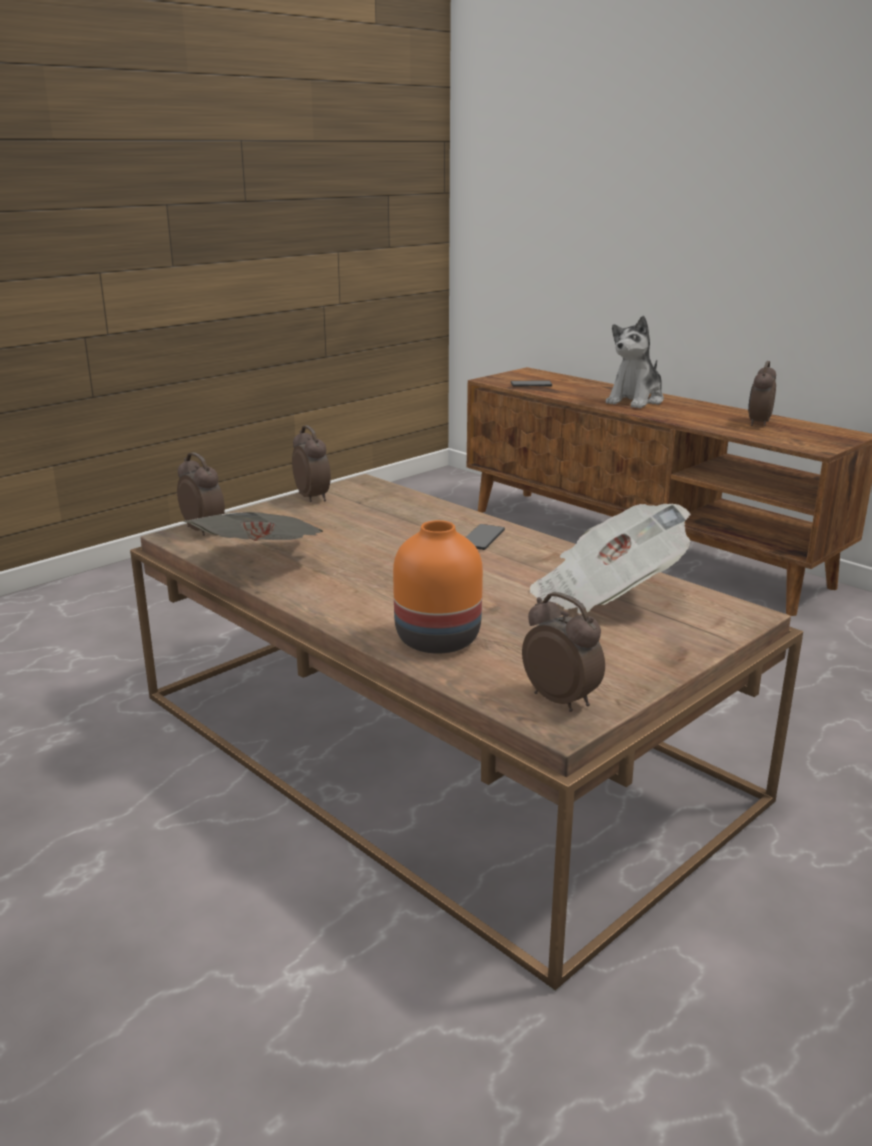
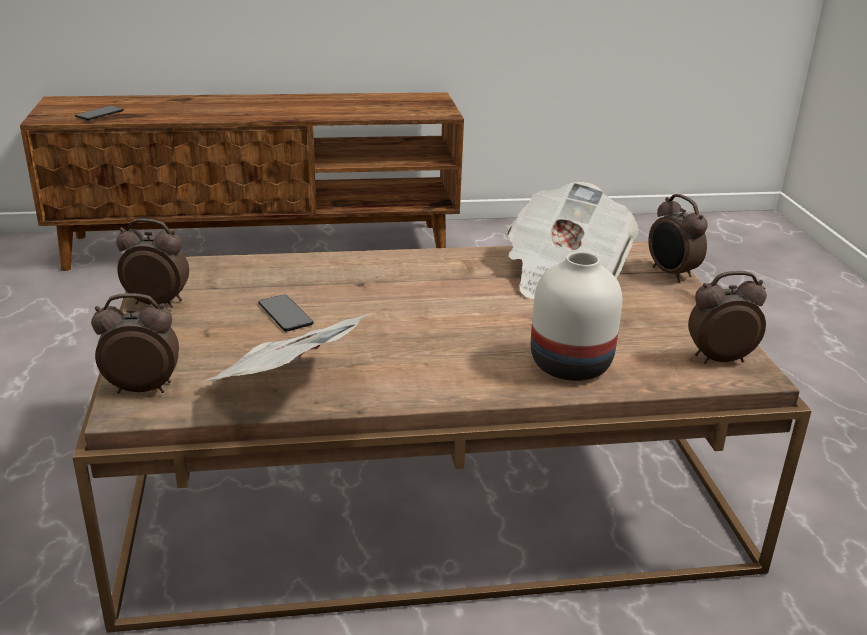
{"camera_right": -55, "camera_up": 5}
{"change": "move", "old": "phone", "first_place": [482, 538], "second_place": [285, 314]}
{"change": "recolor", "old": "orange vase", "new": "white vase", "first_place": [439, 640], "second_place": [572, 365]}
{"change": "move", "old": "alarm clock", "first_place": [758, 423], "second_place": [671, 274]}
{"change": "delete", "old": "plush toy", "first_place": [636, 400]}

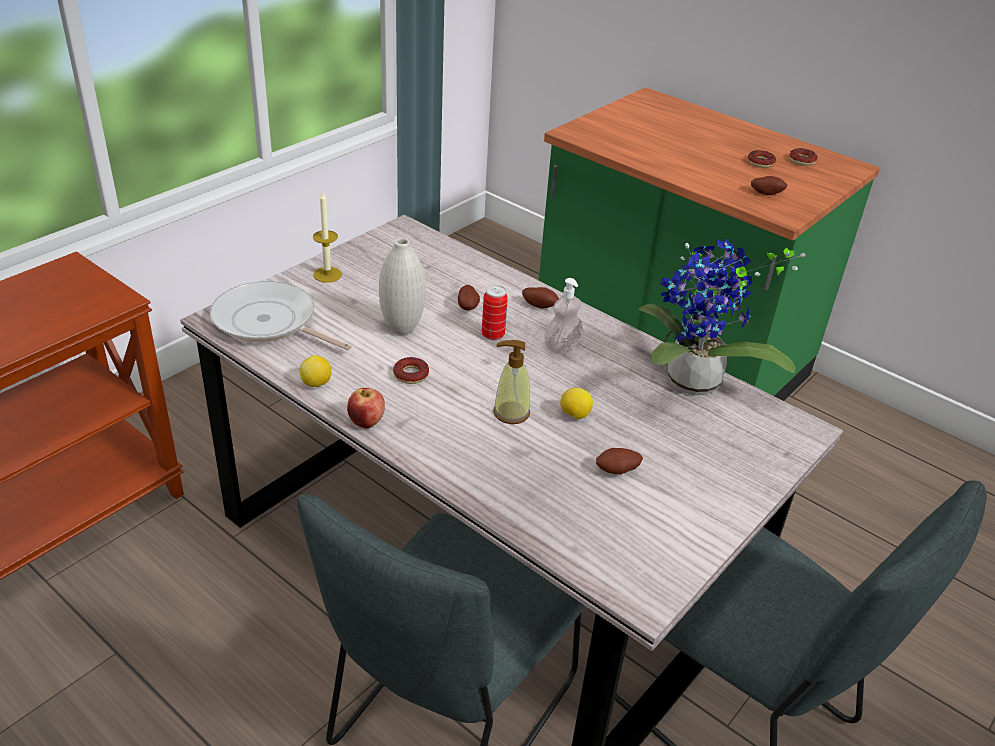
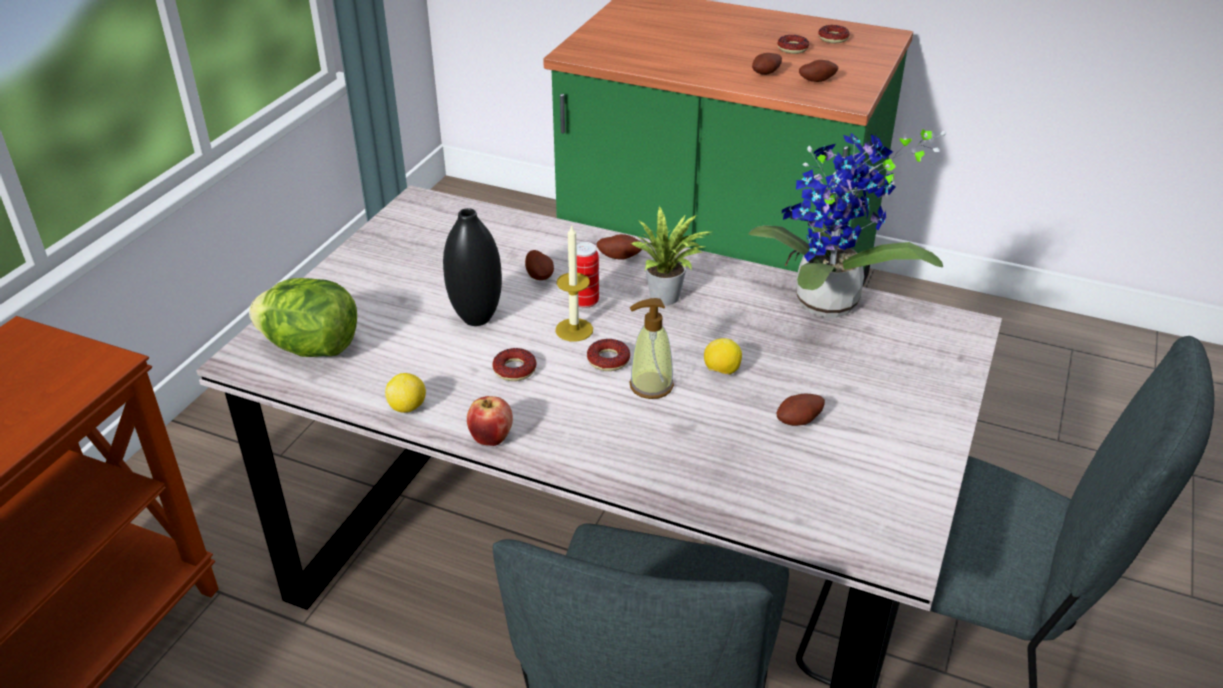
{"camera_right": -15, "camera_up": 0}
{"change": "replace", "old": "frying pan", "new": "lettuce", "first_place": [269, 322], "second_place": [312, 348]}
{"change": "recolor", "old": "white vase", "new": "black vase", "first_place": [402, 328], "second_place": [476, 318]}
{"change": "move", "old": "candle", "first_place": [327, 274], "second_place": [574, 330]}
{"change": "insert", "new": "donut", "second_place": [608, 360]}
{"change": "replace", "old": "soap dispenser", "new": "potted plant", "first_place": [562, 347], "second_place": [668, 298]}
{"change": "insert", "new": "potato", "second_place": [767, 74]}

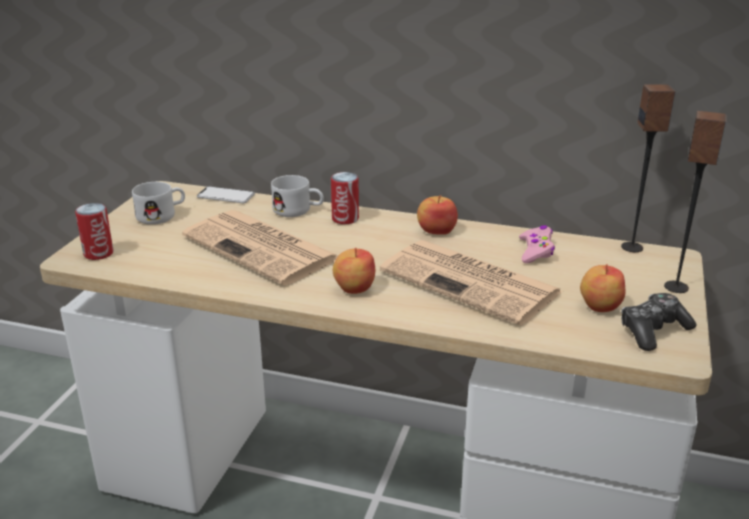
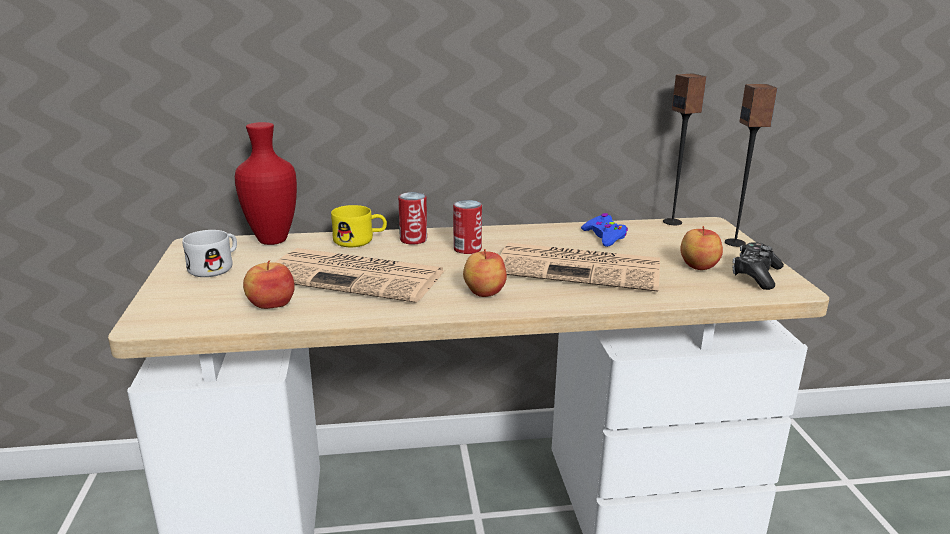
{"camera_right": -25, "camera_up": -5}
{"change": "replace", "old": "phone", "new": "red vase", "first_place": [226, 196], "second_place": [271, 240]}
{"change": "move", "old": "apple", "first_place": [436, 230], "second_place": [271, 304]}
{"change": "recolor", "old": "white mug", "new": "yellow mug", "first_place": [298, 211], "second_place": [360, 240]}
{"change": "move", "old": "can", "first_place": [98, 253], "second_place": [467, 249]}
{"change": "recolor", "old": "pink game controller", "new": "blue game controller", "first_place": [536, 251], "second_place": [604, 236]}

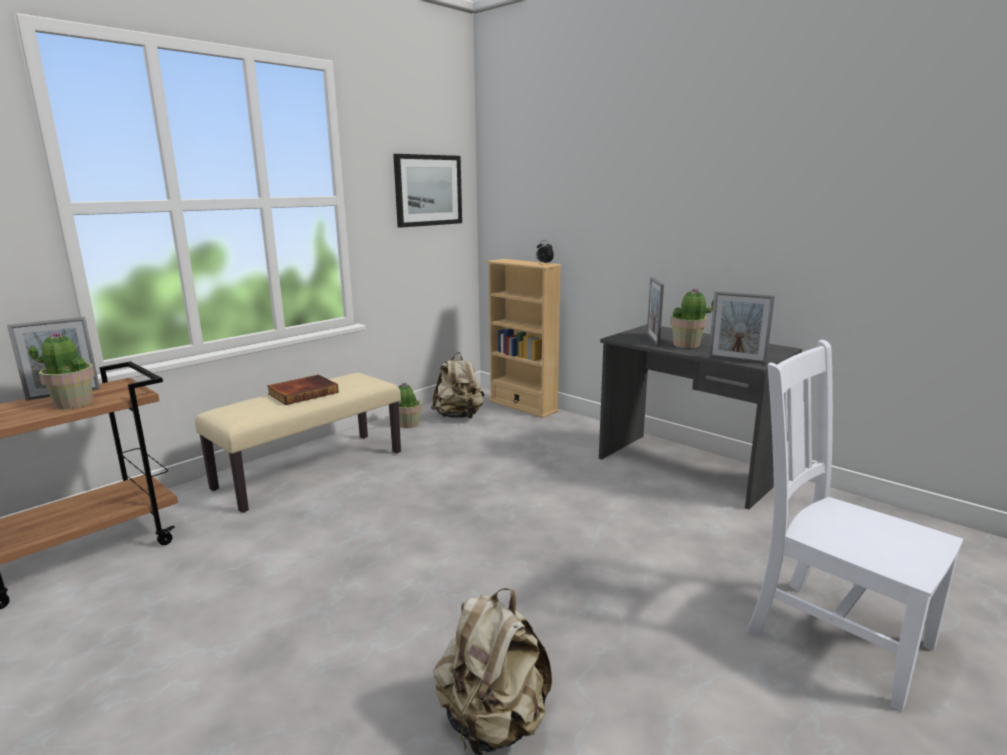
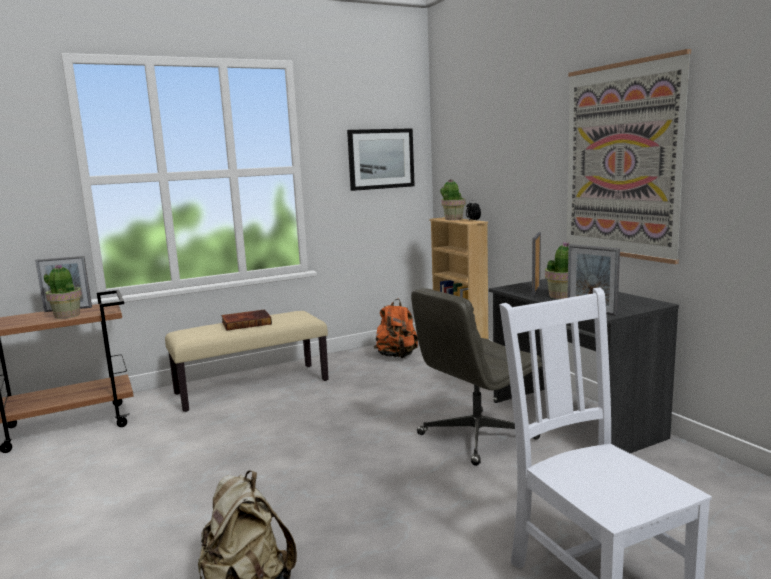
{"camera_right": 20, "camera_up": -5}
{"change": "recolor", "old": "beige backpack", "new": "orange backpack", "first_place": [459, 416], "second_place": [397, 356]}
{"change": "insert", "new": "grey office chair", "second_place": [476, 437]}
{"change": "move", "old": "potted plant", "first_place": [408, 424], "second_place": [453, 219]}
{"change": "insert", "new": "picture", "second_place": [621, 161]}

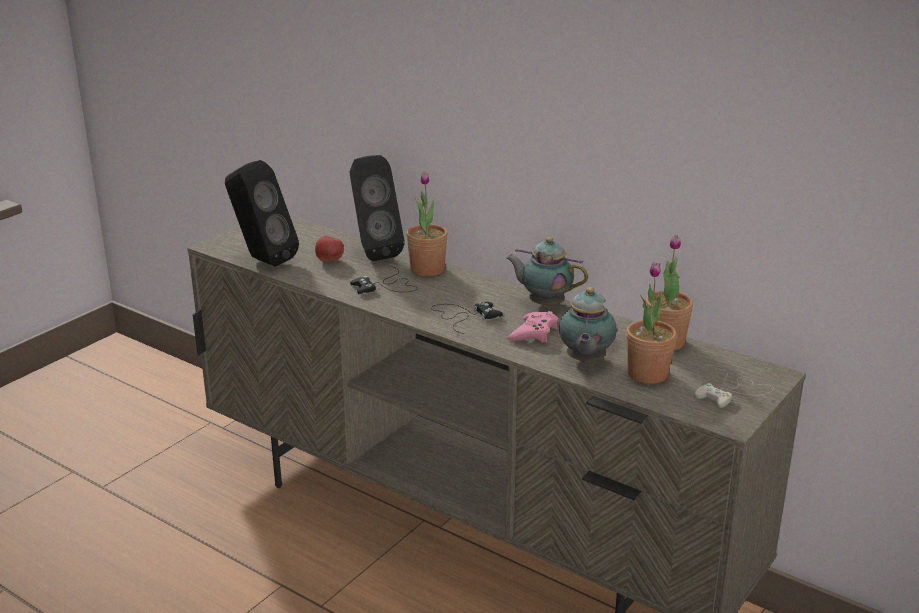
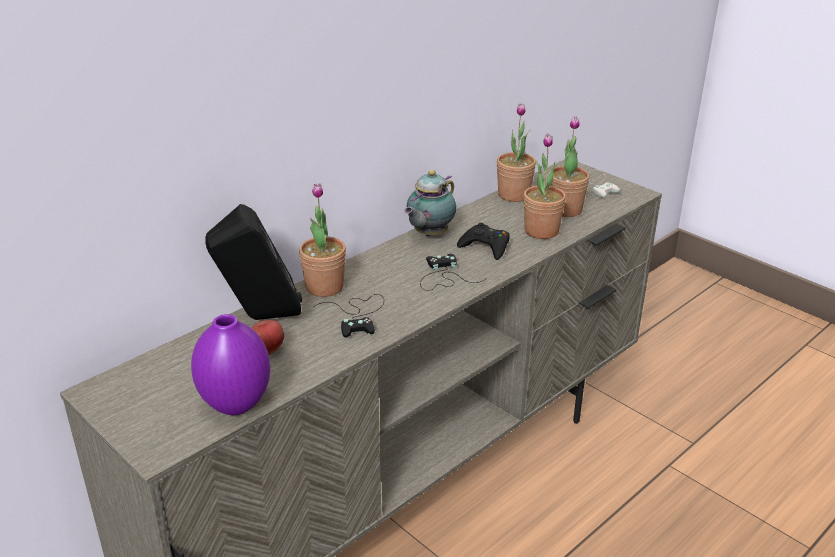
{"camera_right": -80, "camera_up": 5}
{"change": "replace", "old": "black speaker", "new": "purple vase", "first_place": [262, 260], "second_place": [234, 405]}
{"change": "recolor", "old": "pink game controller", "new": "black game controller", "first_place": [533, 333], "second_place": [486, 246]}
{"change": "replace", "old": "teapot", "new": "potted plant", "first_place": [585, 361], "second_place": [541, 231]}

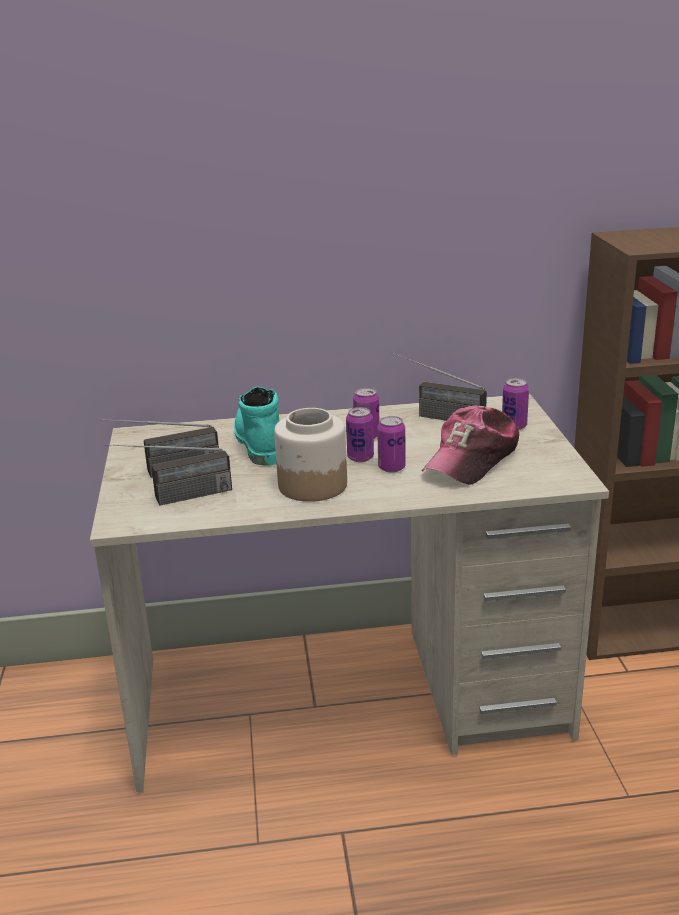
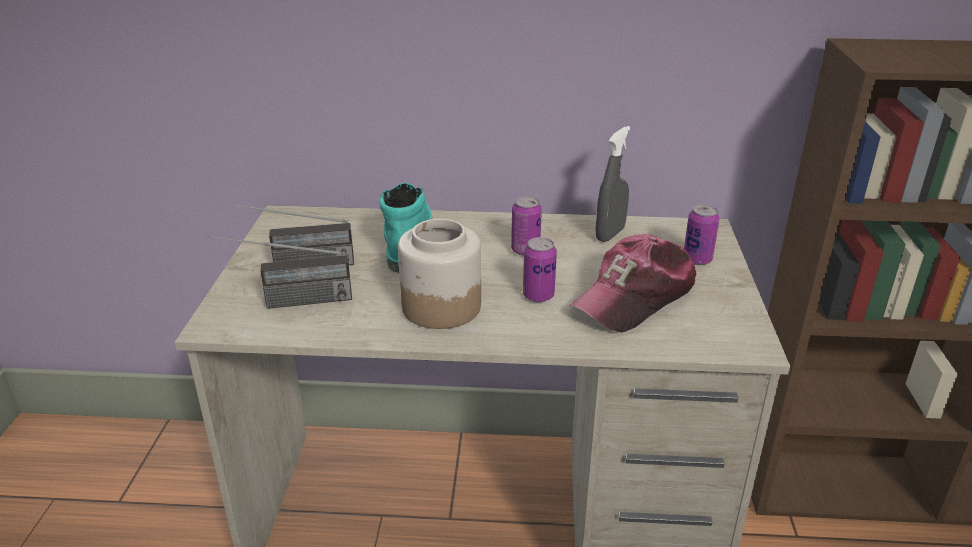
{"camera_right": 10, "camera_up": 5}
{"change": "replace", "old": "radio", "new": "grey spray bottle", "first_place": [434, 416], "second_place": [610, 234]}
{"change": "delete", "old": "can", "first_place": [360, 457]}

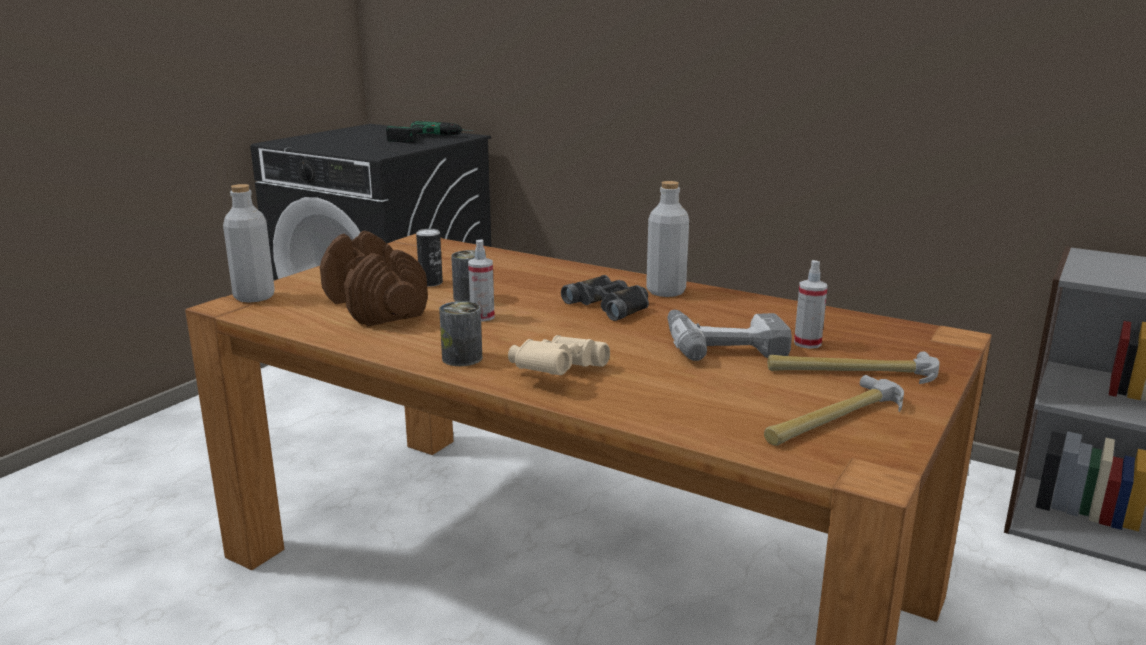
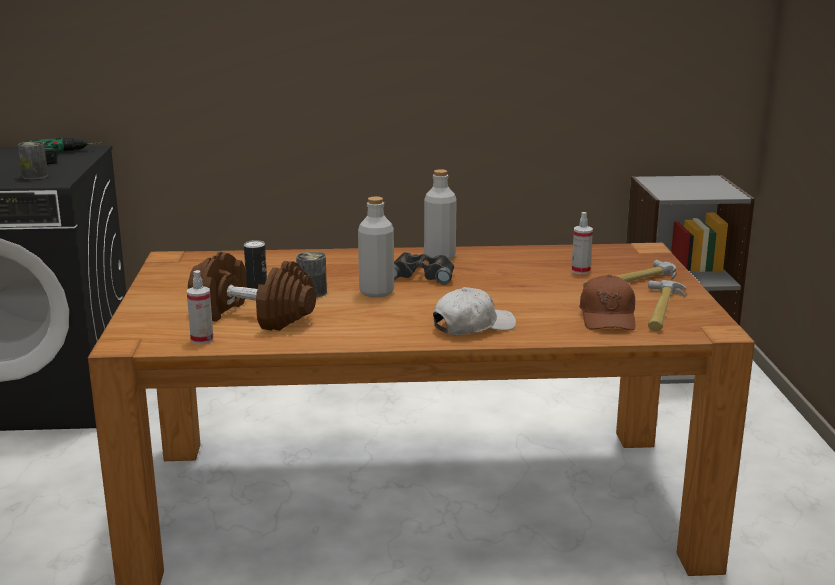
{"camera_right": -35, "camera_up": 0}
{"change": "move", "old": "can", "first_place": [462, 358], "second_place": [35, 176]}
{"change": "move", "old": "spray bottle", "first_place": [482, 317], "second_place": [202, 339]}
{"change": "move", "old": "grey bottle", "first_place": [254, 297], "second_place": [376, 292]}
{"change": "replace", "old": "beige binoculars", "new": "white cap", "first_place": [556, 373], "second_place": [473, 326]}
{"change": "insert", "new": "brown cap", "second_place": [608, 317]}
{"change": "delete", "old": "power drill", "first_place": [723, 343]}

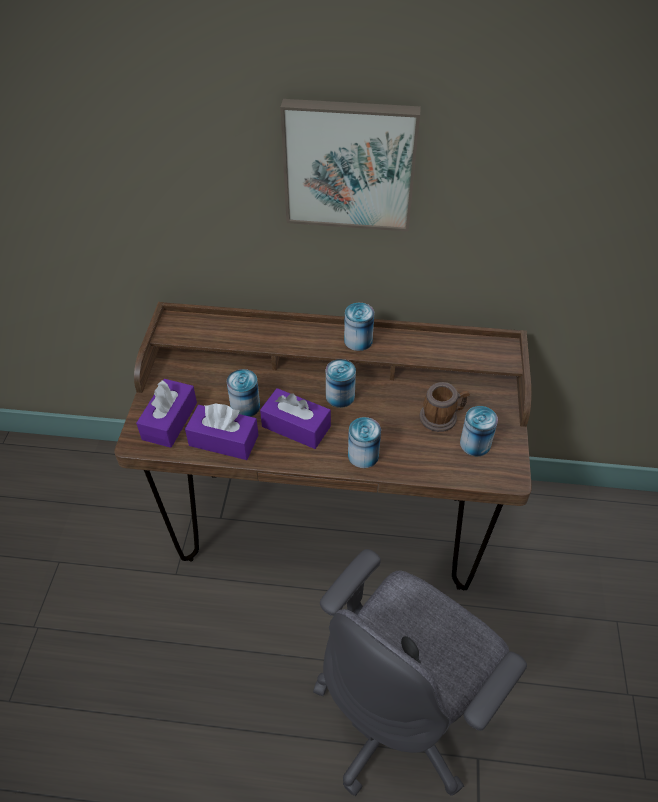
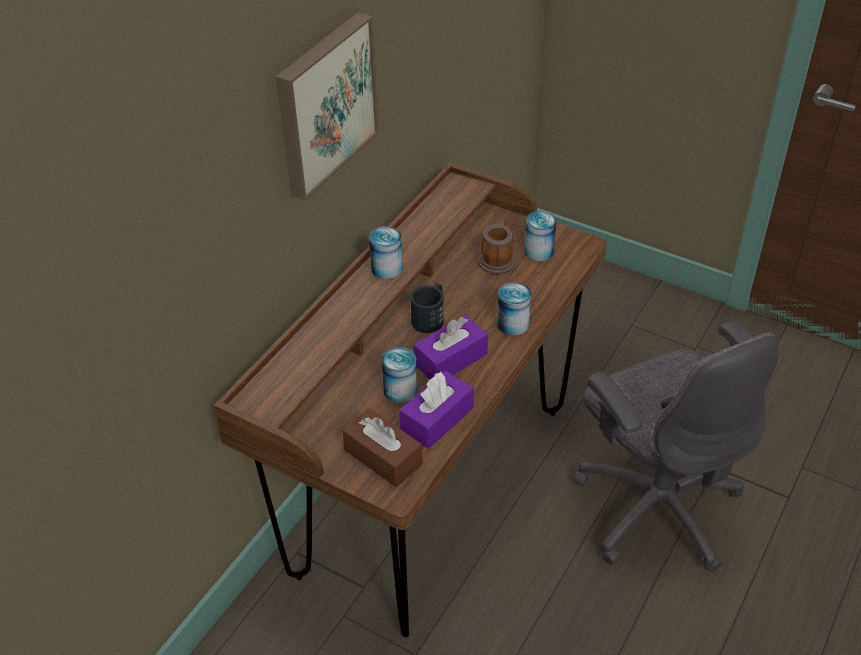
{"camera_right": -65, "camera_up": -5}
{"change": "recolor", "old": "purple tissue box", "new": "brown tissue box", "first_place": [169, 421], "second_place": [383, 457]}
{"change": "replace", "old": "can", "new": "black mug", "first_place": [340, 396], "second_place": [430, 317]}

